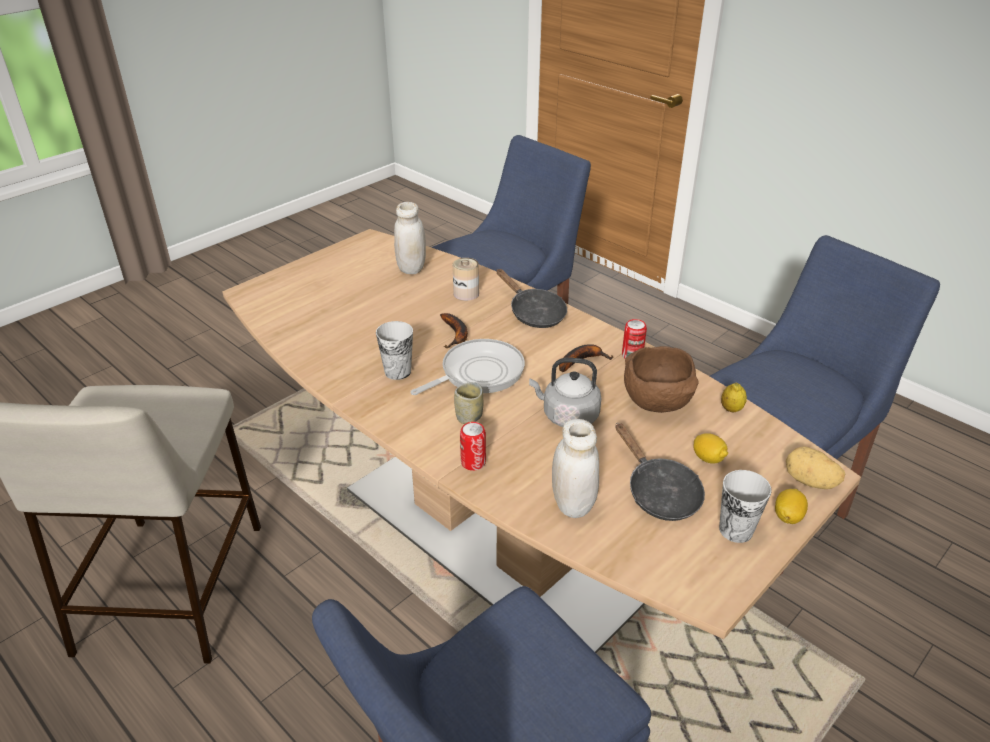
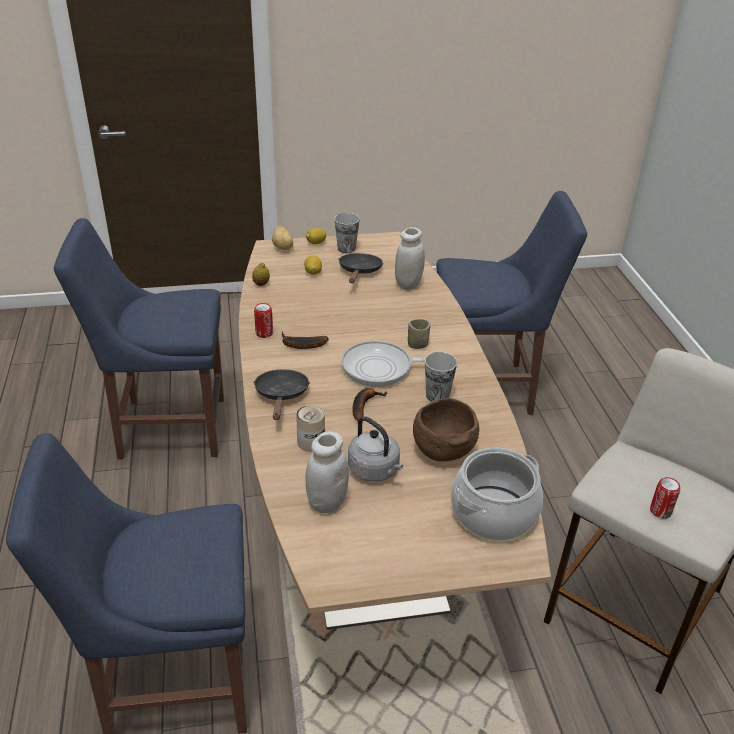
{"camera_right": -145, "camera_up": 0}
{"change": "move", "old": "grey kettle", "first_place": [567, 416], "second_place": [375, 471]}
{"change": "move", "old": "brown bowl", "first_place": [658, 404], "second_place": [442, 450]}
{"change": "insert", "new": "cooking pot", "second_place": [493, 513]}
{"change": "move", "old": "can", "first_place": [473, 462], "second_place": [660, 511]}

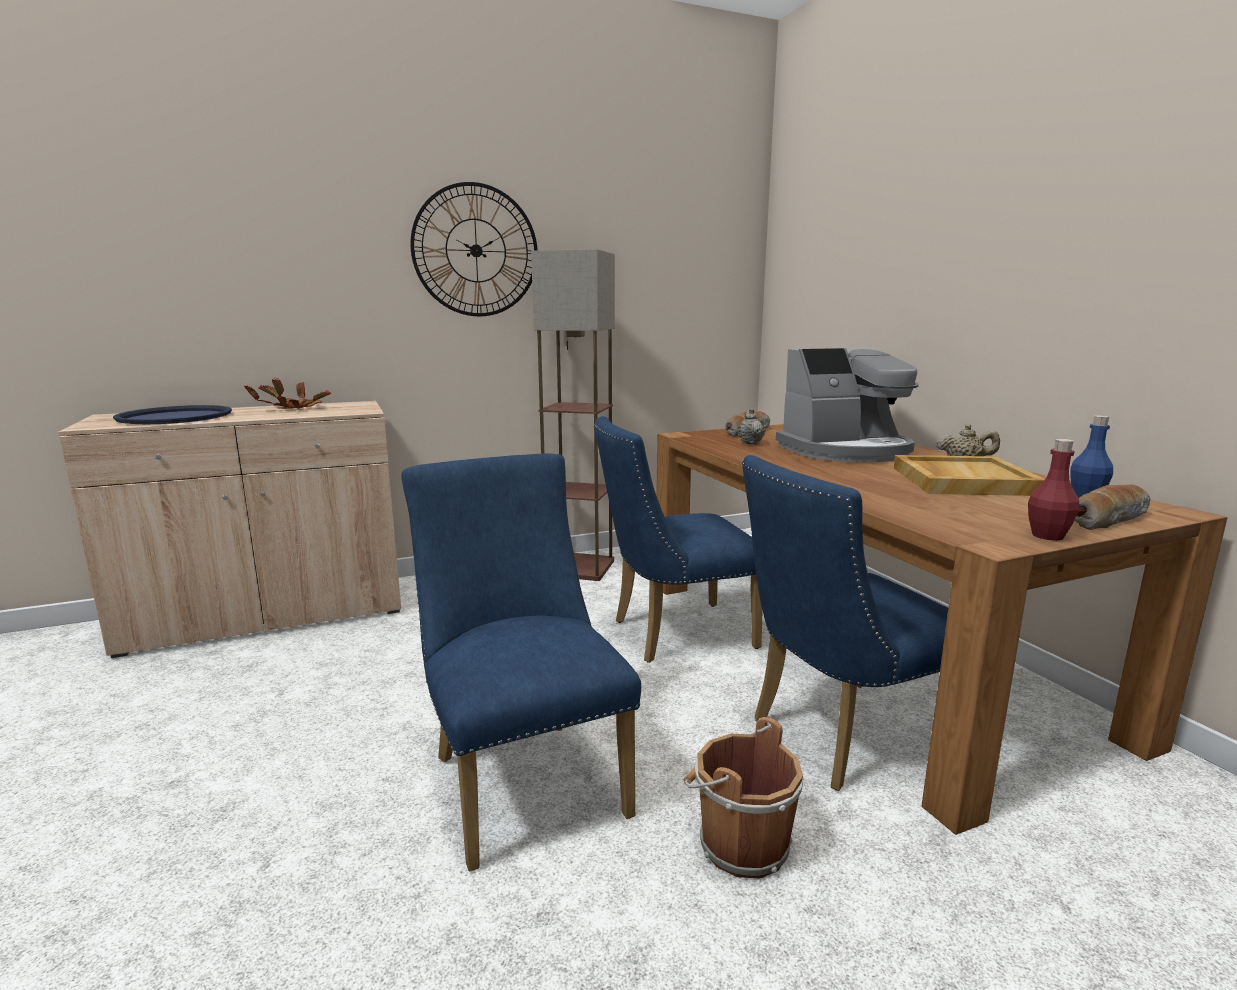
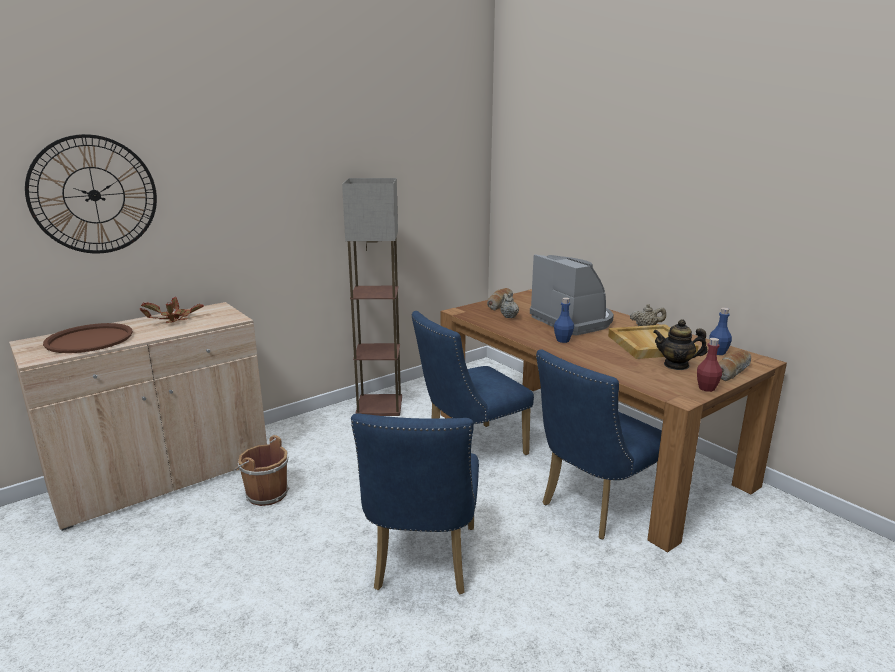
{"camera_right": -15, "camera_up": 5}
{"change": "move", "old": "wall clock", "first_place": [476, 250], "second_place": [94, 195]}
{"change": "recolor", "old": "blue tray", "new": "brown tray", "first_place": [175, 417], "second_place": [89, 339]}
{"change": "move", "old": "brown bucket", "first_place": [739, 844], "second_place": [265, 494]}
{"change": "rotate", "old": "blue chair", "first_place": [523, 777], "second_place": [422, 563], "degrees": -135}
{"change": "rotate", "old": "coffee machine", "first_place": [846, 451], "second_place": [573, 320], "degrees": -90}
{"change": "insert", "new": "blue bottle", "second_place": [563, 340]}
{"change": "insert", "new": "teapot", "second_place": [676, 365]}

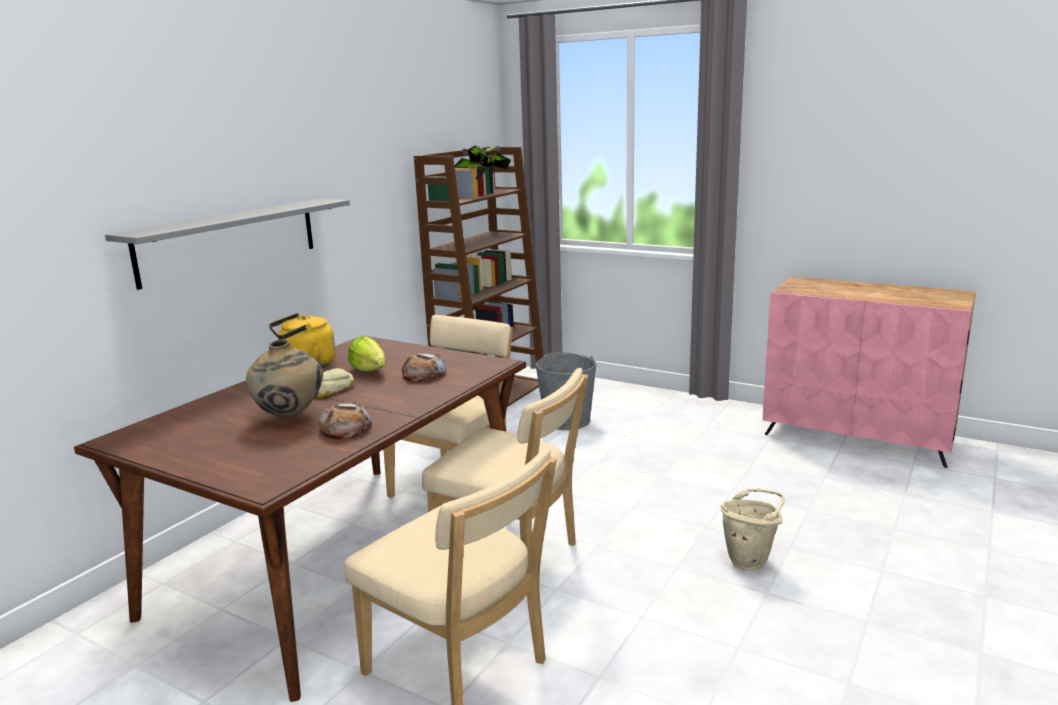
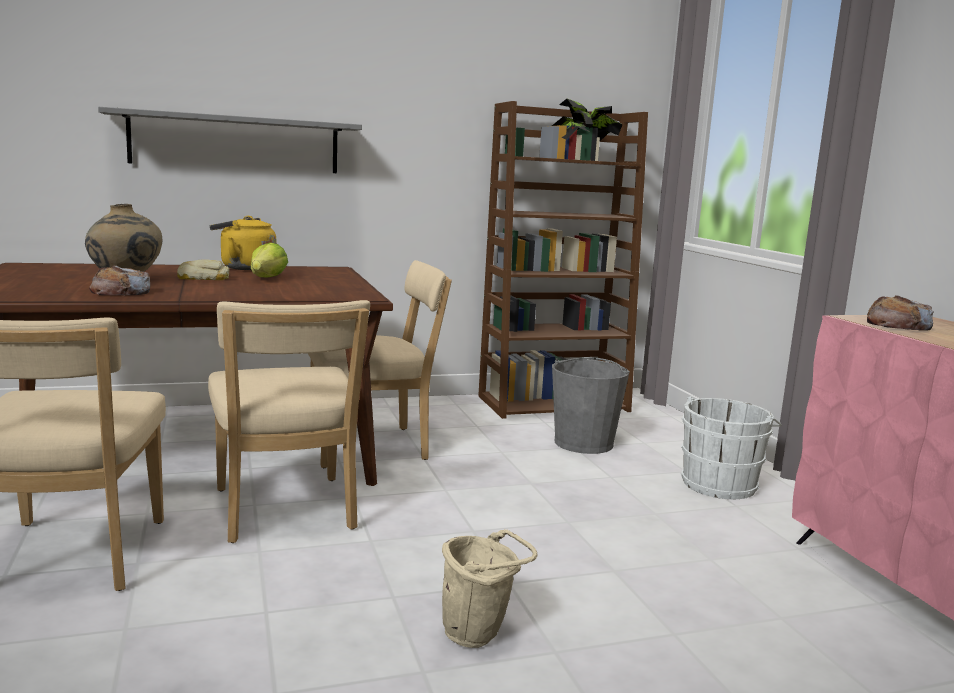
{"camera_right": 40, "camera_up": -5}
{"change": "insert", "new": "white bucket", "second_place": [721, 483]}
{"change": "move", "old": "bread", "first_place": [424, 374], "second_place": [897, 325]}

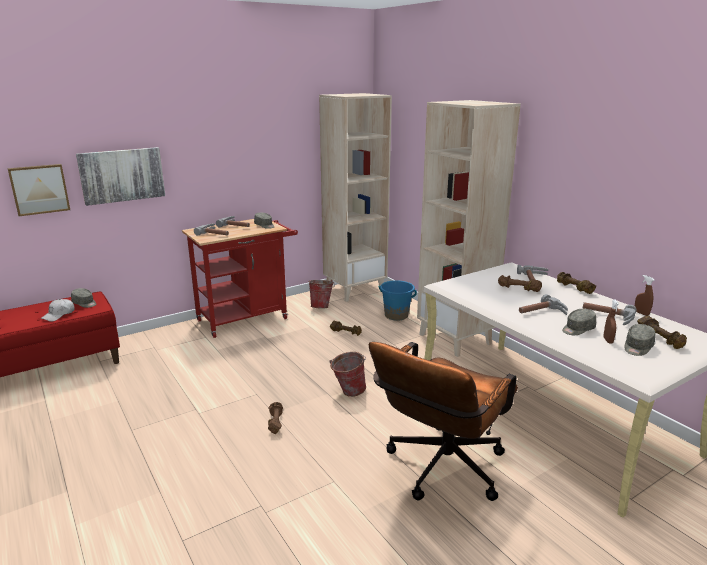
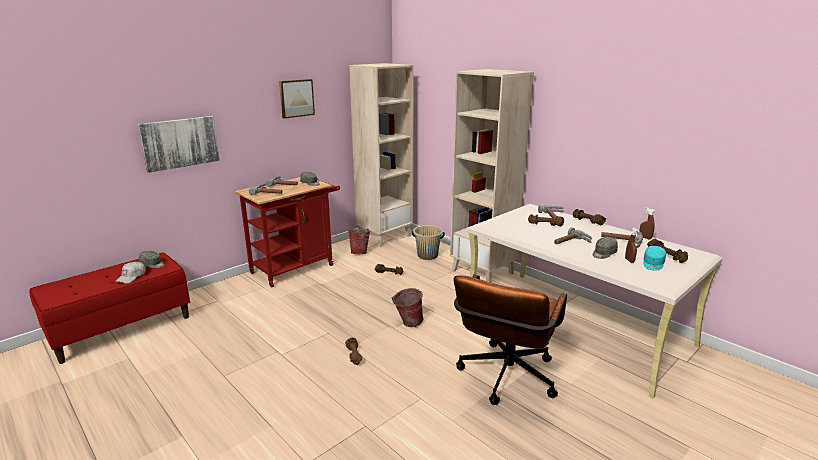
{"camera_right": -10, "camera_up": 0}
{"change": "move", "old": "picture", "first_place": [39, 189], "second_place": [296, 98]}
{"change": "recolor", "old": "blue bucket", "new": "beige bucket", "first_place": [396, 315], "second_place": [427, 255]}
{"change": "recolor", "old": "grey cap", "new": "turquoise cap", "first_place": [637, 347], "second_place": [653, 264]}

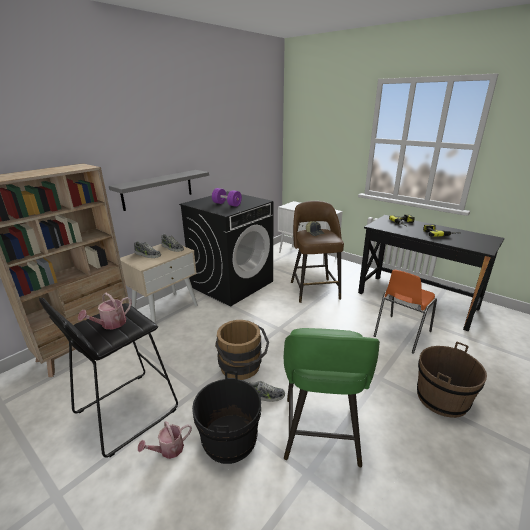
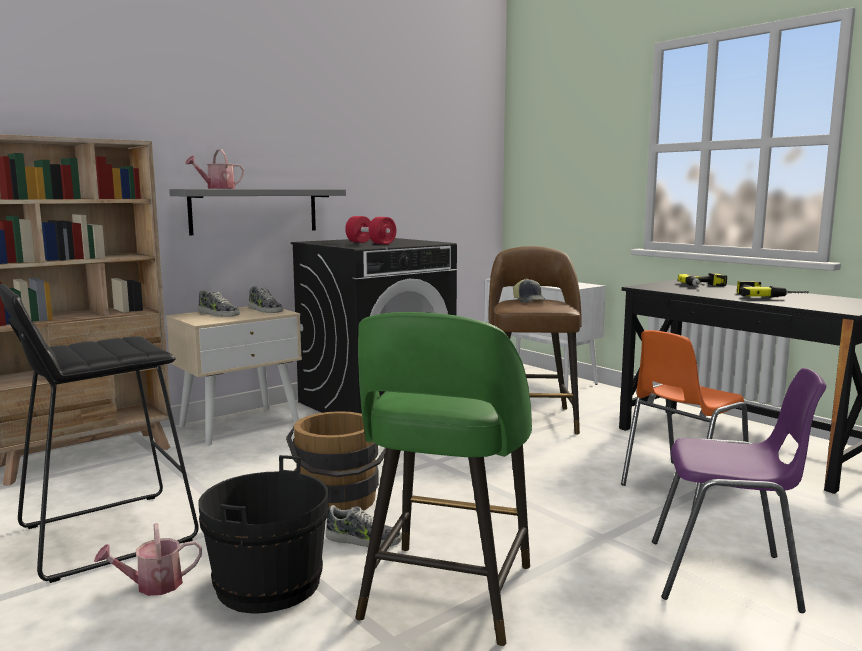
{"camera_right": 10, "camera_up": -15}
{"change": "move", "old": "watering can", "first_place": [110, 324], "second_place": [217, 188]}
{"change": "recolor", "old": "purple dumbbell", "new": "red dumbbell", "first_place": [227, 204], "second_place": [370, 243]}
{"change": "replace", "old": "brown bucket", "new": "purple chair", "first_place": [442, 398], "second_place": [726, 577]}

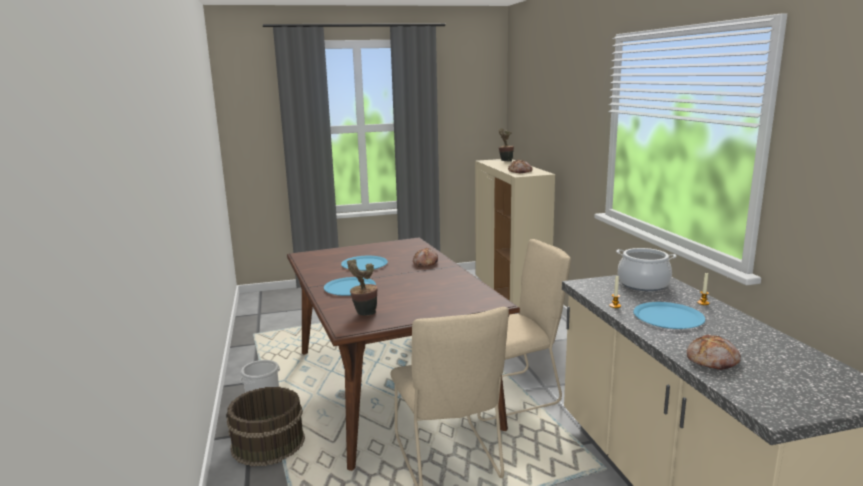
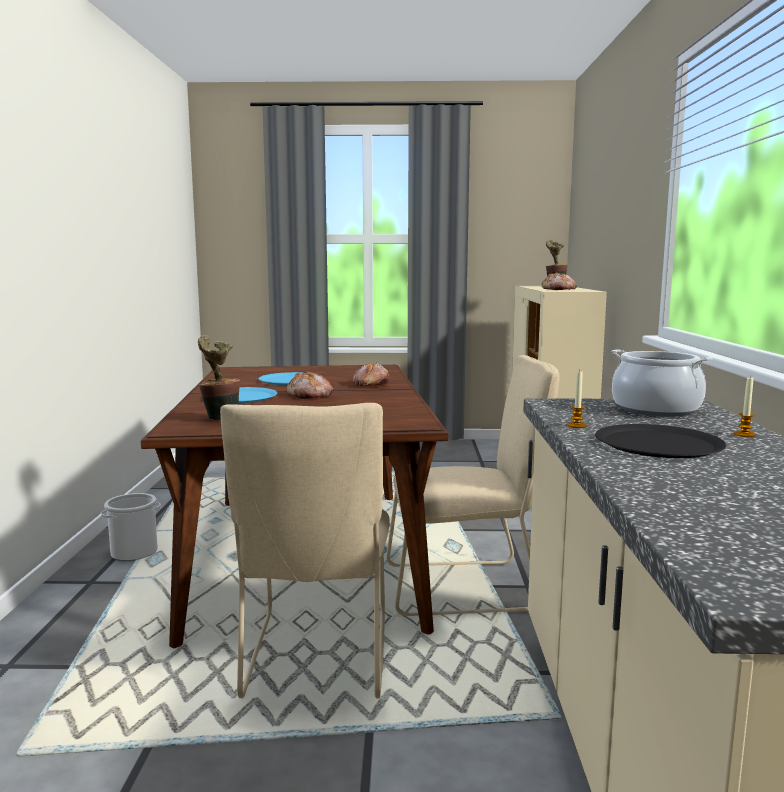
{"camera_right": 15, "camera_up": -5}
{"change": "move", "old": "bread", "first_place": [713, 360], "second_place": [310, 395]}
{"change": "recolor", "old": "blue plate", "new": "black plate", "first_place": [668, 317], "second_place": [657, 443]}
{"change": "delete", "old": "brown bucket", "first_place": [268, 444]}

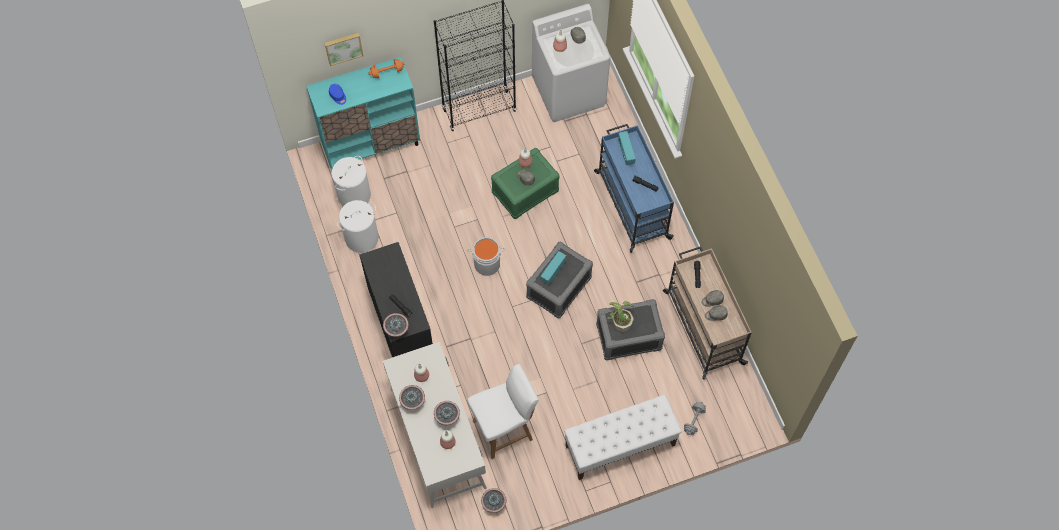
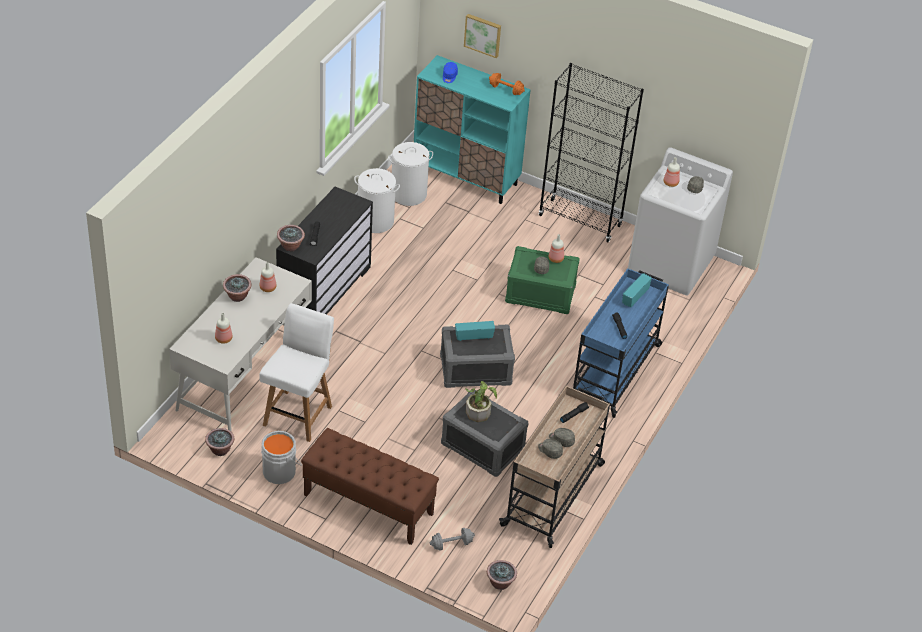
{"camera_right": 45, "camera_up": -20}
{"change": "rotate", "old": "white chair", "first_place": [504, 429], "second_place": [298, 414], "degrees": -90}
{"change": "move", "old": "grey bucket", "first_place": [487, 263], "second_place": [280, 471]}
{"change": "recolor", "old": "white bench", "new": "brown bench", "first_place": [619, 446], "second_place": [368, 504]}
{"change": "move", "old": "potted plant", "first_place": [447, 418], "second_place": [500, 583]}

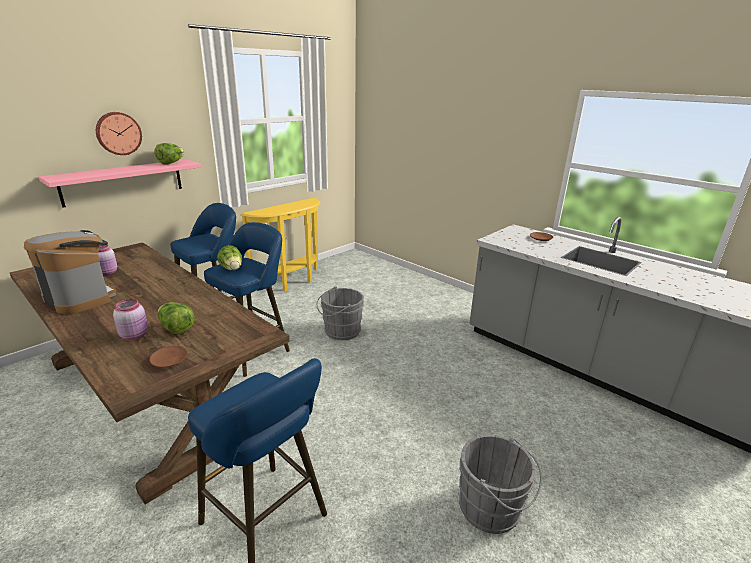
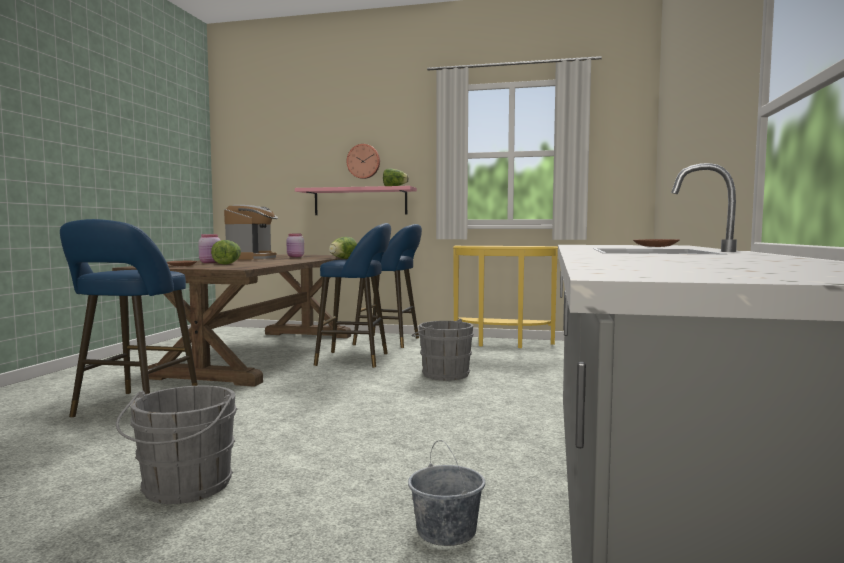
{"camera_right": 60, "camera_up": -20}
{"change": "insert", "new": "grey bucket", "second_place": [446, 531]}

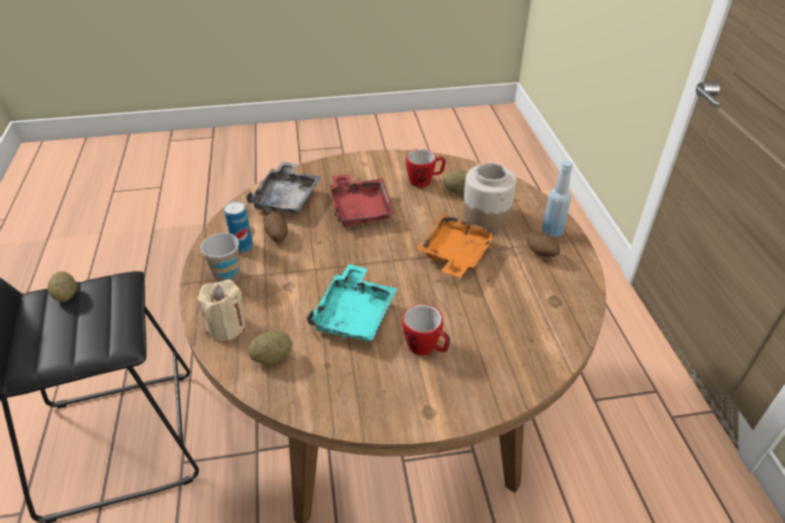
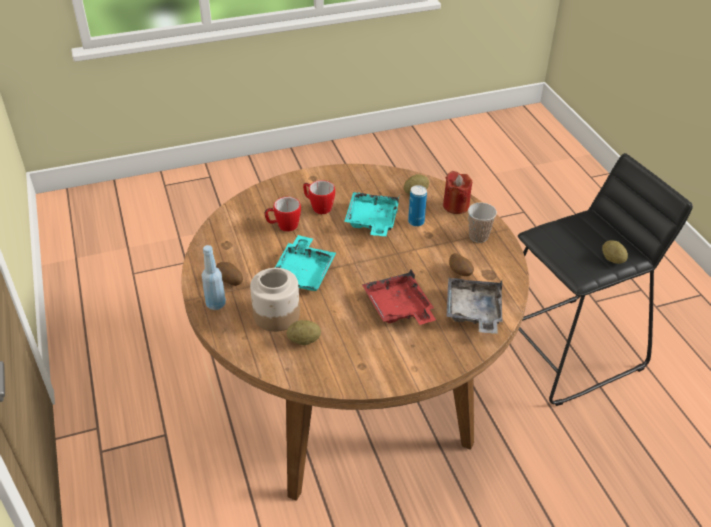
{"camera_right": 170, "camera_up": 0}
{"change": "move", "old": "mug", "first_place": [425, 181], "second_place": [283, 226]}
{"change": "recolor", "old": "orange tray", "new": "turquoise tray", "first_place": [455, 254], "second_place": [304, 273]}
{"change": "move", "old": "can", "first_place": [243, 247], "second_place": [416, 222]}
{"change": "recolor", "old": "beige candle", "new": "red candle", "first_place": [226, 326], "second_place": [456, 206]}

